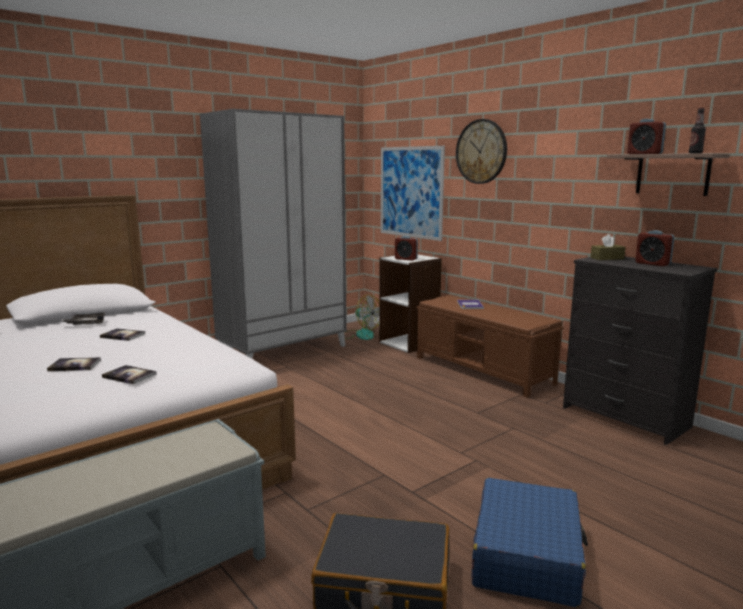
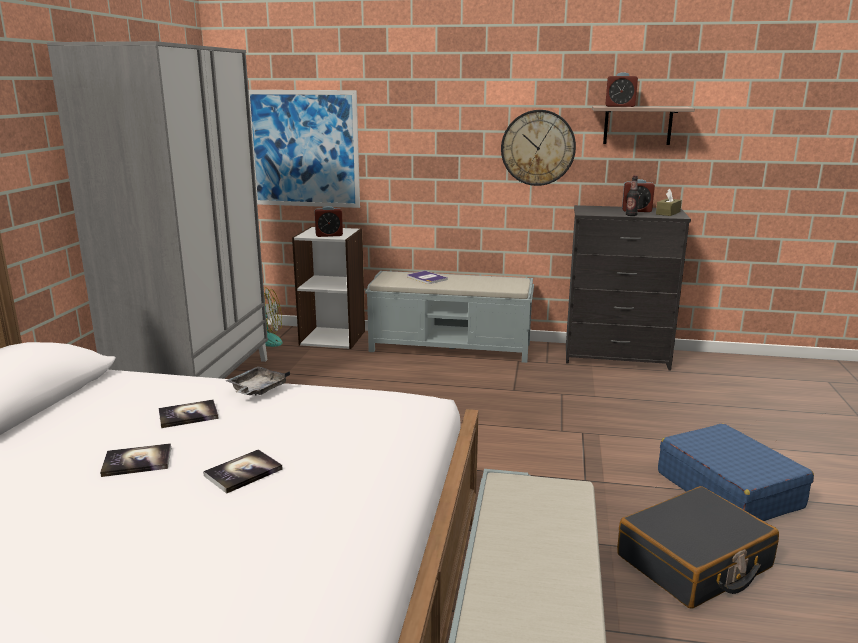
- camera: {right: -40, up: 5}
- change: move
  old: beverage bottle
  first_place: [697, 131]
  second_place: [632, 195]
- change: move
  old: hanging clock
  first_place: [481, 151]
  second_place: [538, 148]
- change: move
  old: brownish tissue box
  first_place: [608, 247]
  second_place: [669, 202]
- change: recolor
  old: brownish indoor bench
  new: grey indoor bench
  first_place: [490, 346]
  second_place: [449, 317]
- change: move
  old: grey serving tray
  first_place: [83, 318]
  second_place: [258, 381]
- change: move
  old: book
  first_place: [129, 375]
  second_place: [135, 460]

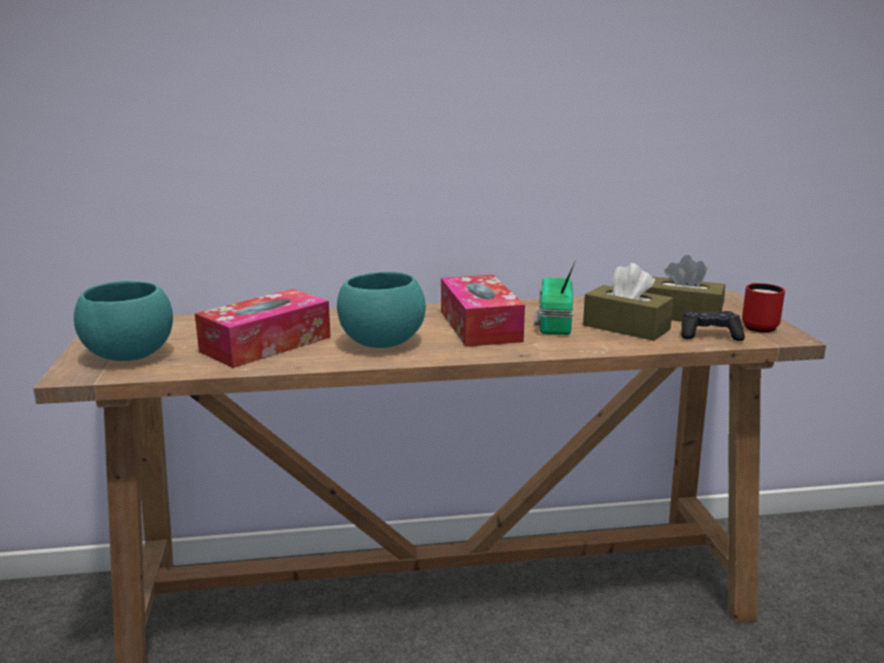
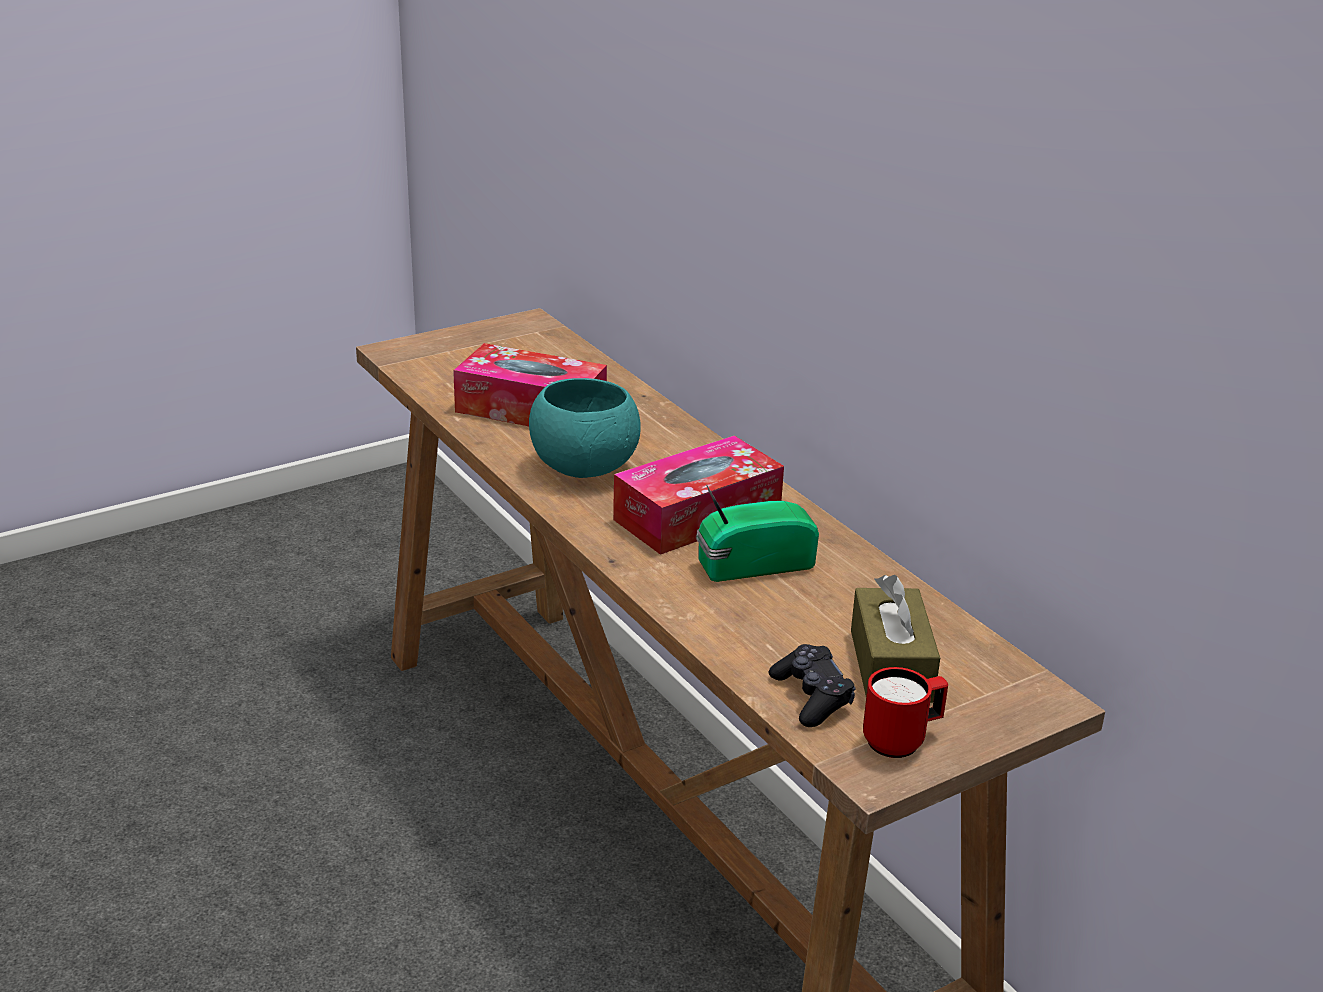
- camera: {right: 65, up: 10}
- change: delete
  old: brownish tissue box
  first_place: [628, 302]
- change: delete
  old: blue-green bowl
  first_place: [123, 321]

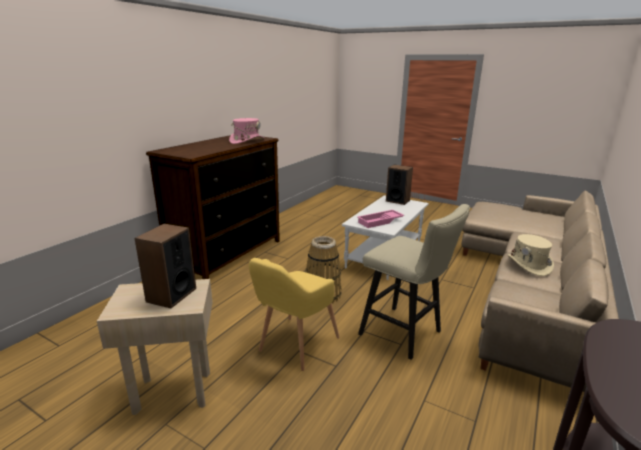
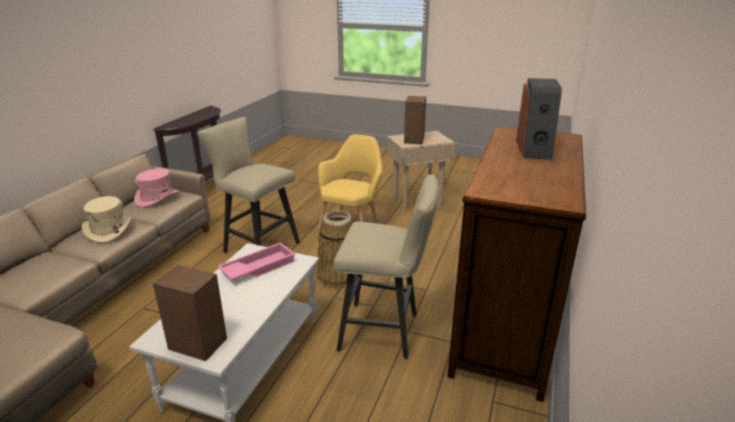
- camera: {right: 170, up: 5}
- change: move
  old: pinkish hat
  first_place: [246, 131]
  second_place: [156, 187]
- change: insert
  new: loudspeaker
  second_place: [539, 119]
- change: insert
  new: beige-coloured sitting stool
  second_place: [386, 266]

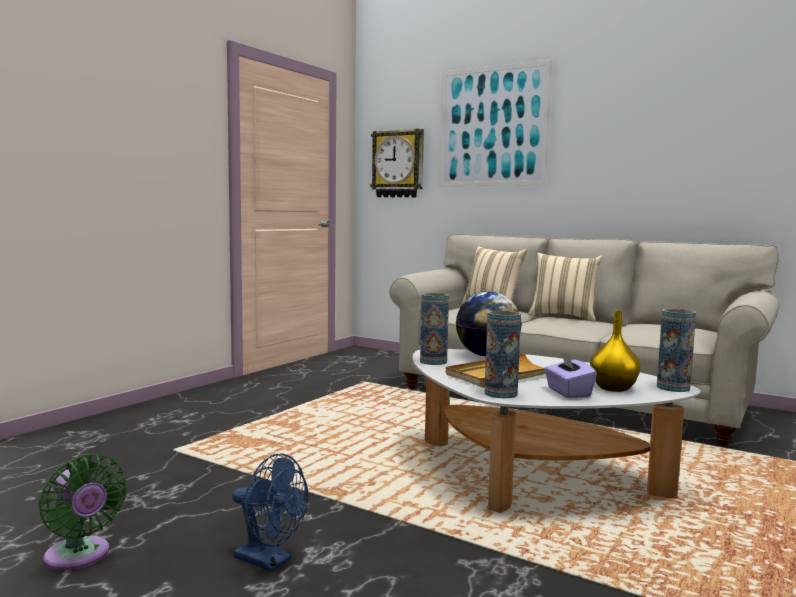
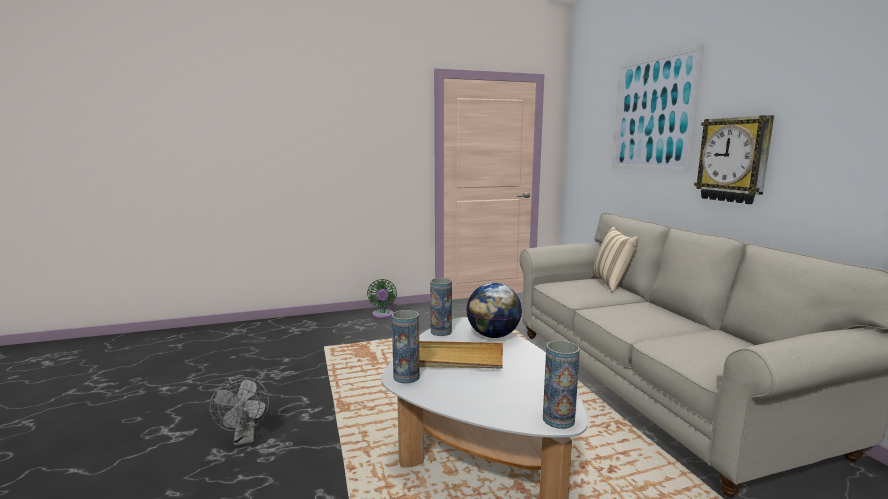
- camera: {right: 40, up: 5}
- change: move
  old: hanging clock
  first_place: [397, 163]
  second_place: [734, 159]
- change: delete
  old: beige-coloured throw pillow
  first_place: [565, 287]
- change: delete
  old: yellow-coloured vase
  first_place: [615, 351]
- change: delete
  old: purplish tissue box
  first_place: [570, 375]
- change: move
  old: green-coloured electric fan
  first_place: [82, 512]
  second_place: [382, 298]
- change: recolor
  old: blue-coloured electric fan
  new: grey electric fan
  first_place: [270, 513]
  second_place: [239, 411]

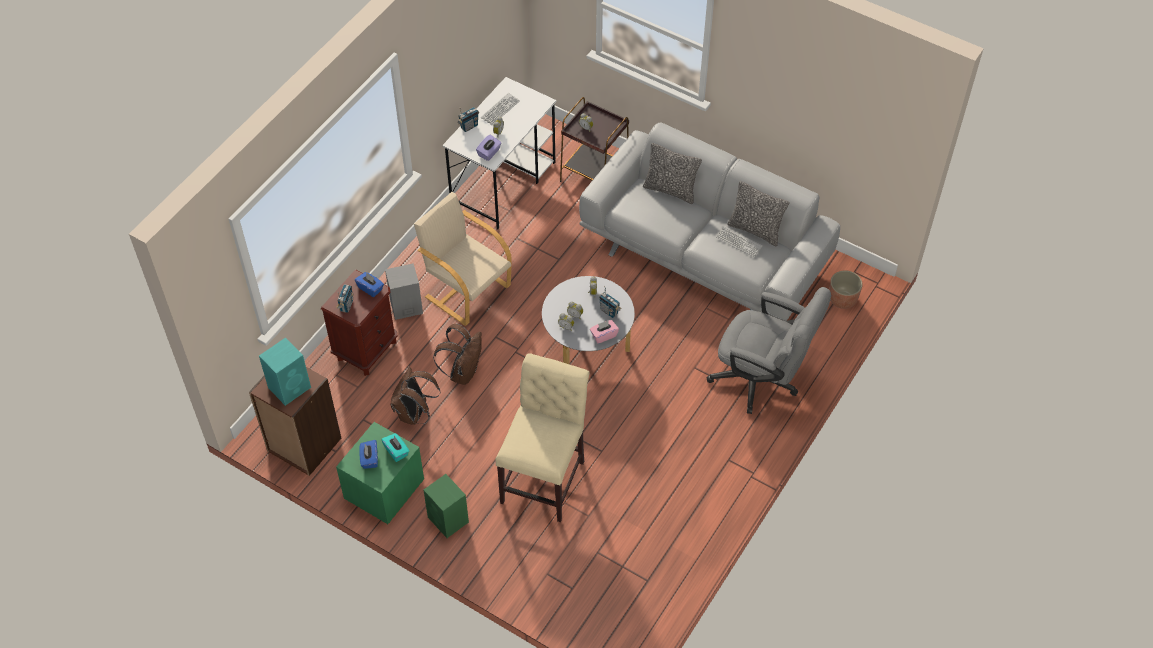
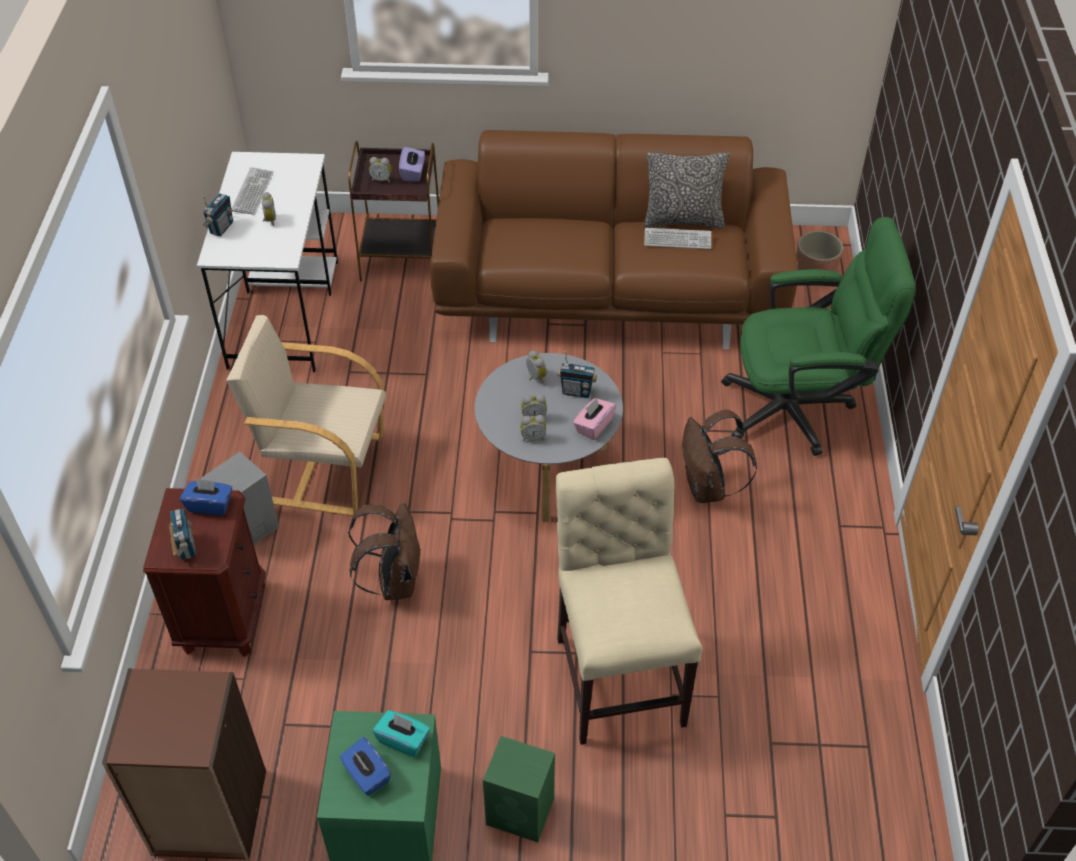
- camera: {right: -30, up: -5}
- change: recolor
  old: grey couch
  new: brownish couch
  first_place: [709, 221]
  second_place: [614, 239]
- change: move
  old: purplish tissue box
  first_place: [488, 147]
  second_place: [412, 164]
- change: delete
  old: throw pillow
  first_place: [672, 173]
- change: recolor
  old: grey computer chair
  new: green-coloured computer chair
  first_place: [769, 350]
  second_place: [818, 336]
- change: delete
  old: blue-green loudspeaker
  first_place: [285, 372]
- change: move
  old: brownish knapsack
  first_place: [416, 396]
  second_place: [719, 456]

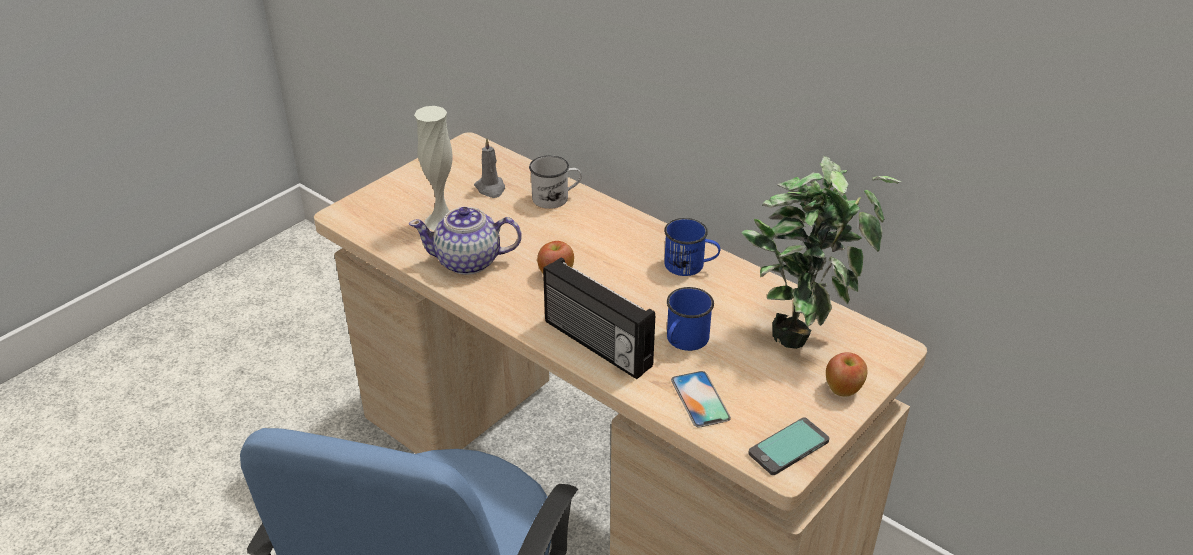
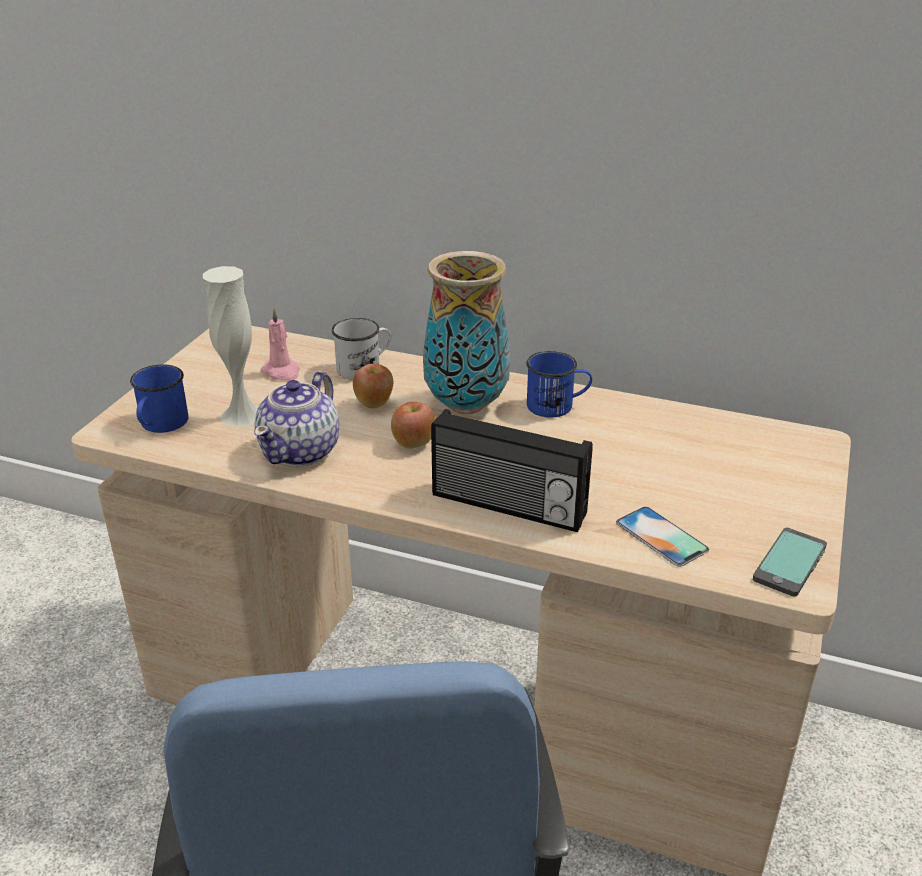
- camera: {right: -20, up: -5}
- change: recolor
  old: grey candle
  new: pinkish candle
  first_place: [489, 168]
  second_place: [280, 344]
- change: delete
  old: houseplant
  first_place: [821, 252]
- change: rotate
  old: teapot
  first_place: [465, 241]
  second_place: [296, 418]
  degrees: -45
- change: move
  old: blue-coloured coffee mug
  first_place: [690, 319]
  second_place: [159, 398]
- change: move
  old: apple
  first_place: [846, 374]
  second_place: [373, 386]
- change: insert
  new: vase
  second_place: [466, 332]

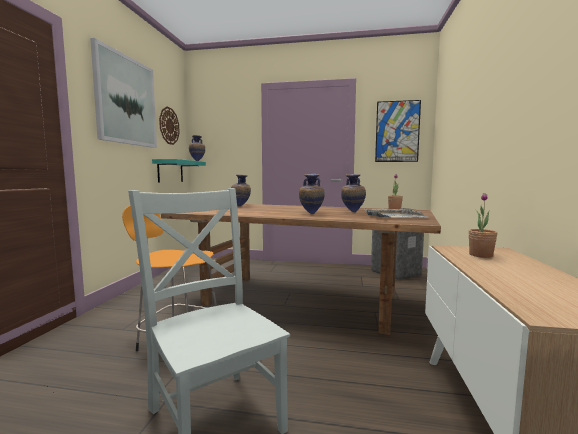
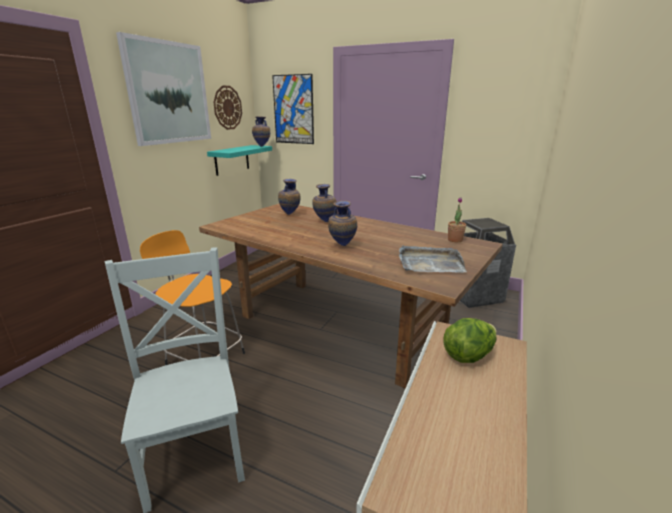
- camera: {right: 15, up: 15}
- change: move
  old: picture
  first_place: [398, 131]
  second_place: [293, 109]
- change: move
  old: vase
  first_place: [353, 193]
  second_place: [324, 203]
- change: replace
  old: houseplant
  new: head of lettuce
  first_place: [483, 225]
  second_place: [470, 340]

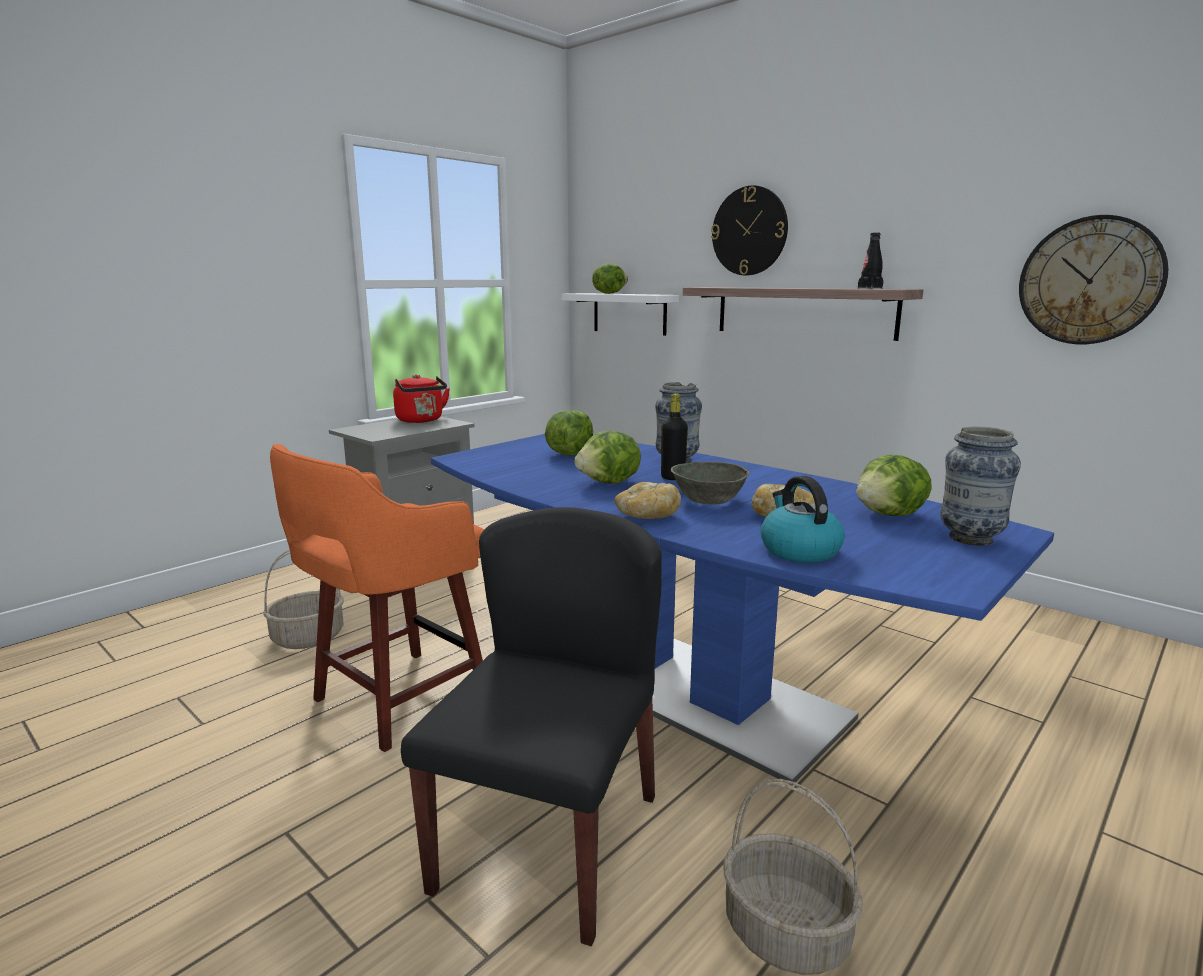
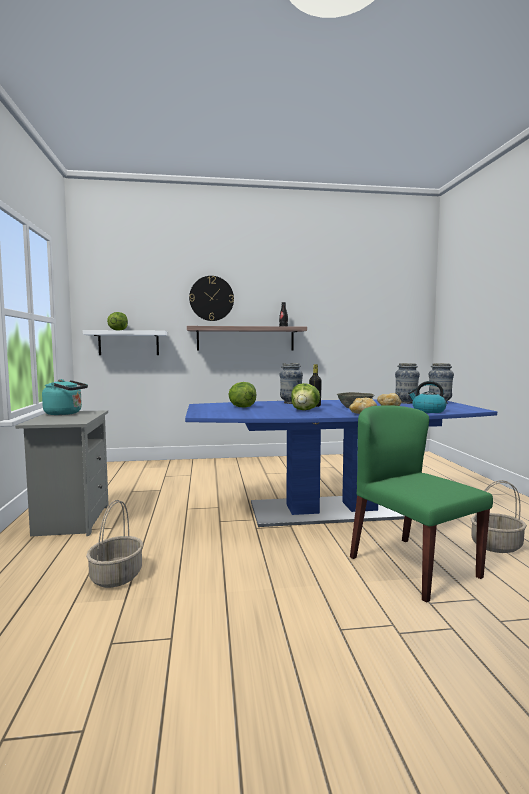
- camera: {right: -50, up: -10}
- change: delete
  old: hanging clock
  first_place: [1093, 279]
- change: recolor
  old: red water kettle
  new: blue-green water kettle
  first_place: [421, 399]
  second_place: [65, 397]
- change: delete
  old: orangey sitting stool
  first_place: [377, 598]
- change: replace
  old: head of lettuce
  new: vase
  first_place: [894, 485]
  second_place: [407, 383]
- change: recolor
  old: blackish chair
  new: green-coloured chair
  first_place: [531, 726]
  second_place: [421, 504]

